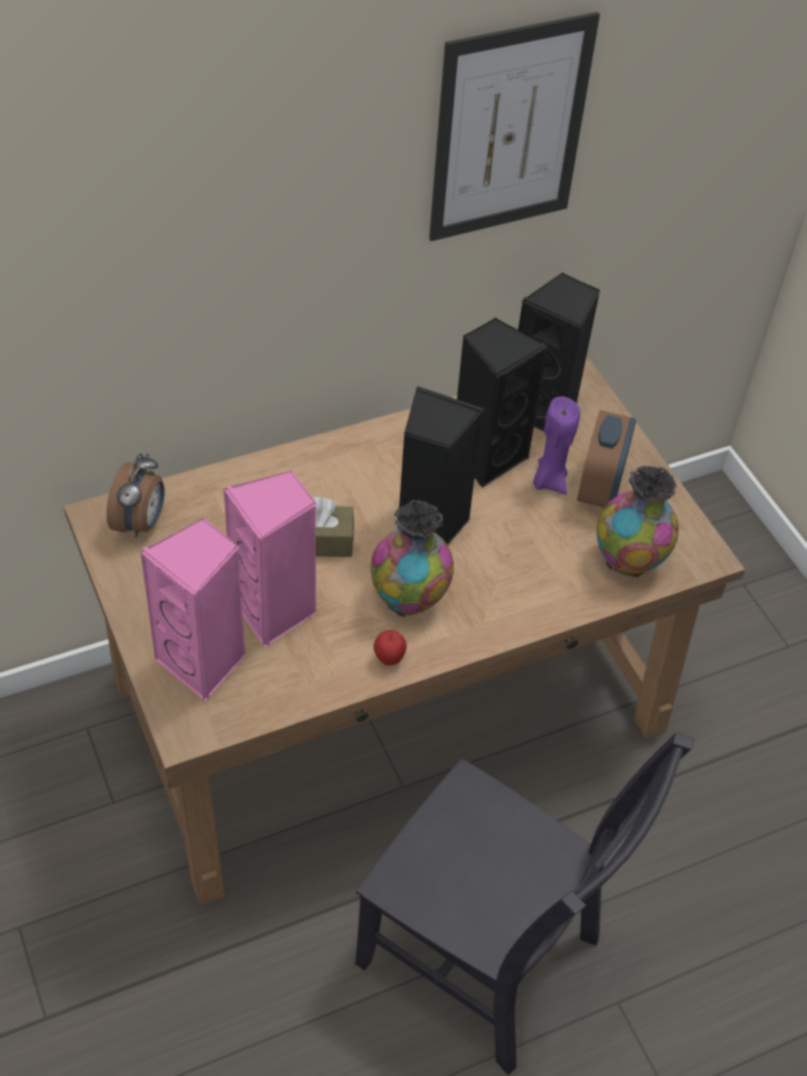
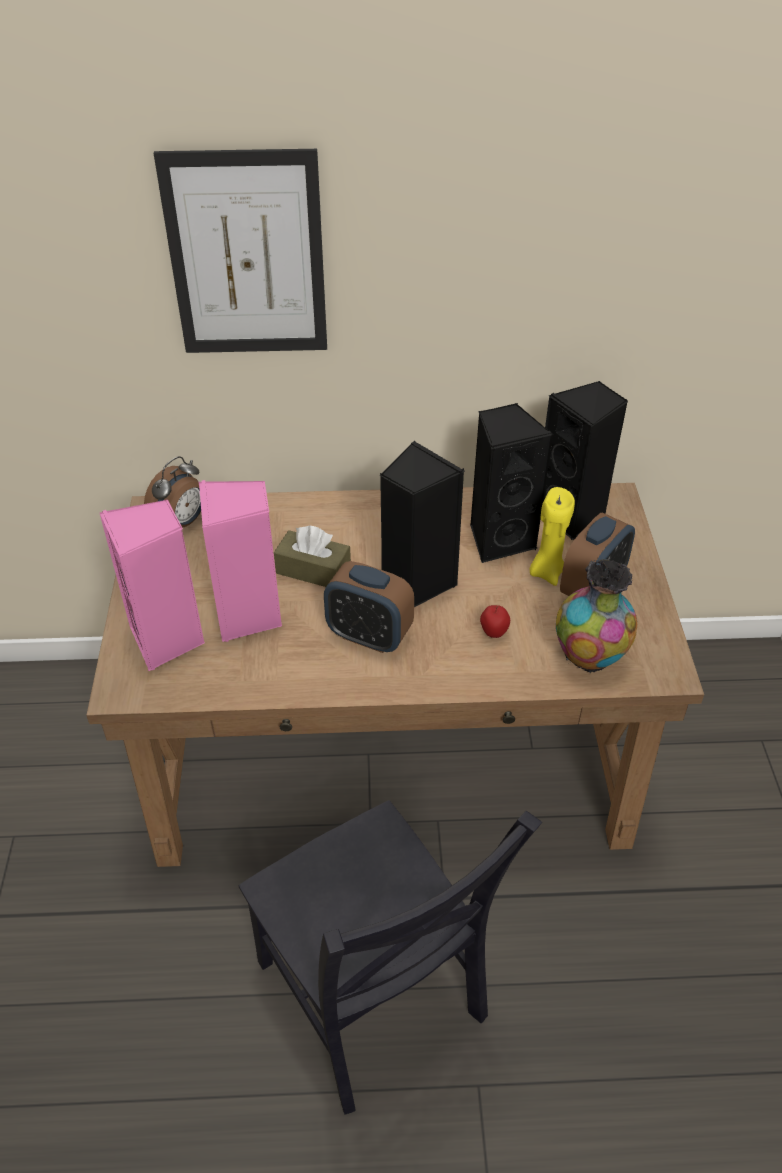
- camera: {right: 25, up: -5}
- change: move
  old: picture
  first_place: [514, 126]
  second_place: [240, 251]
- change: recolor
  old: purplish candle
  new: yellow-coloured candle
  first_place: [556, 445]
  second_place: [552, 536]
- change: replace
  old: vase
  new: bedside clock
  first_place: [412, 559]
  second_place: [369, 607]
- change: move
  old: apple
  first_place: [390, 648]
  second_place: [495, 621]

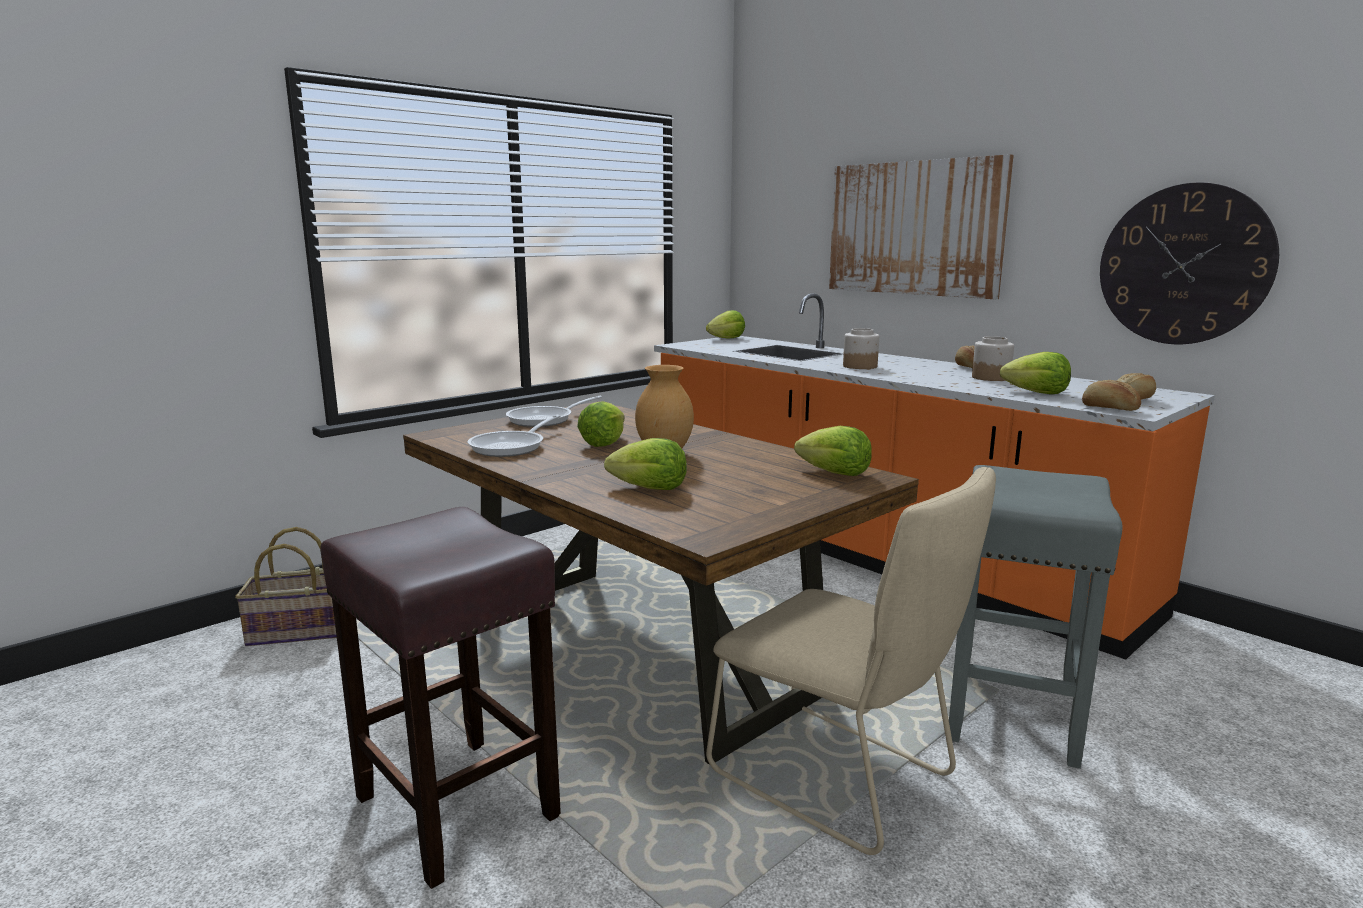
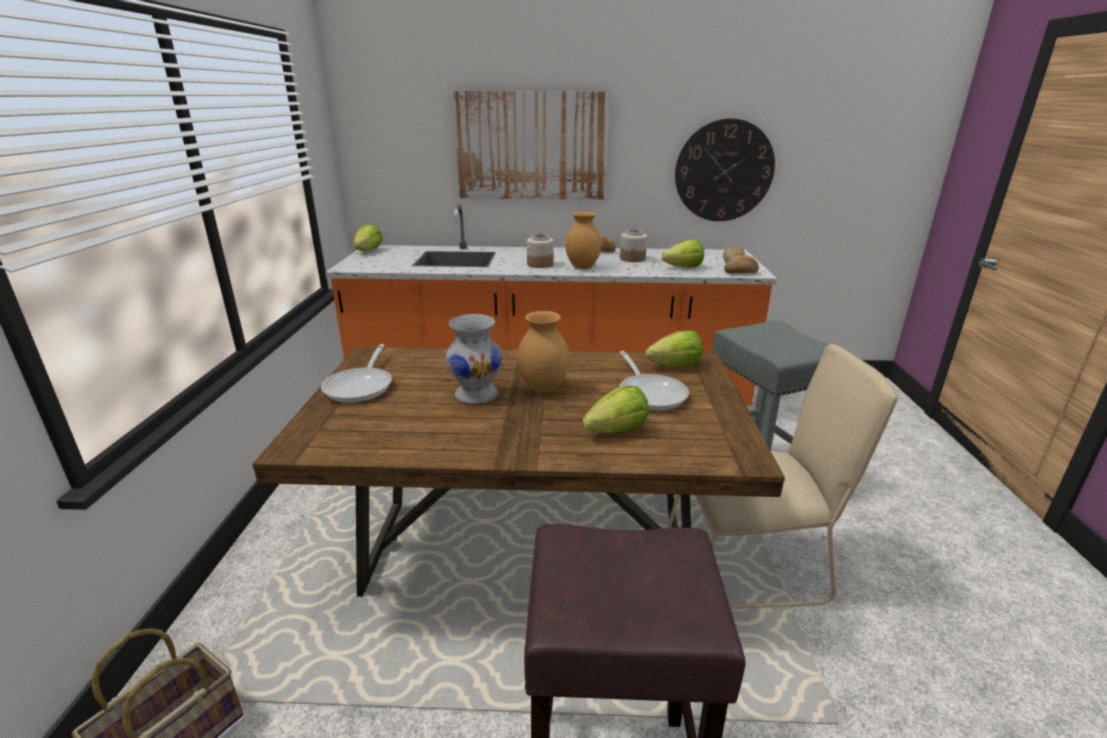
- camera: {right: -45, up: 10}
- change: replace
  old: head of lettuce
  new: white vase
  first_place: [601, 424]
  second_place: [474, 359]
- change: move
  old: skillet
  first_place: [514, 436]
  second_place: [654, 381]
- change: insert
  new: brownish vase
  second_place: [583, 240]

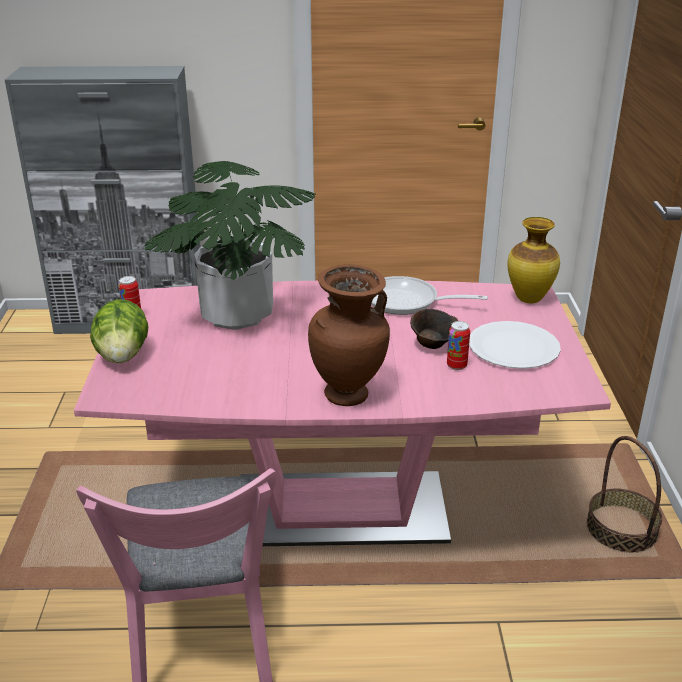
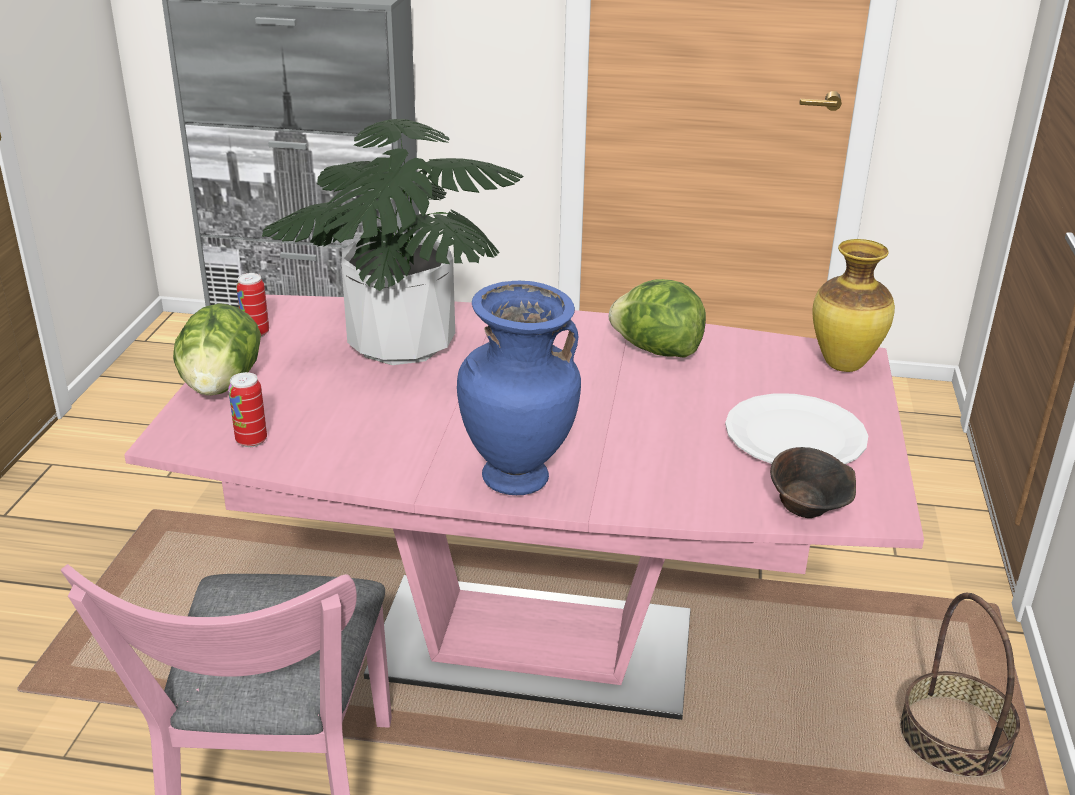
- camera: {right: 10, up: 0}
- change: recolor
  old: brownish vase
  new: blue-coloured vase
  first_place: [349, 335]
  second_place: [519, 388]
- change: replace
  old: skillet
  new: head of lettuce
  first_place: [429, 295]
  second_place: [657, 318]
- change: move
  old: brownish bowl
  first_place: [434, 329]
  second_place: [813, 482]
- change: move
  old: metal can
  first_place: [458, 345]
  second_place: [247, 409]

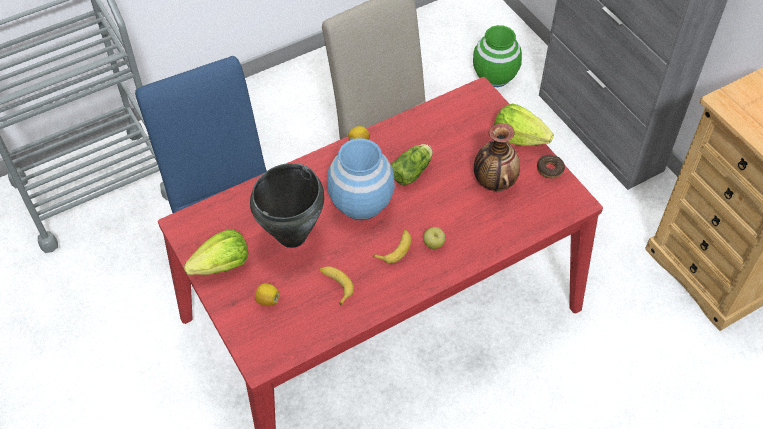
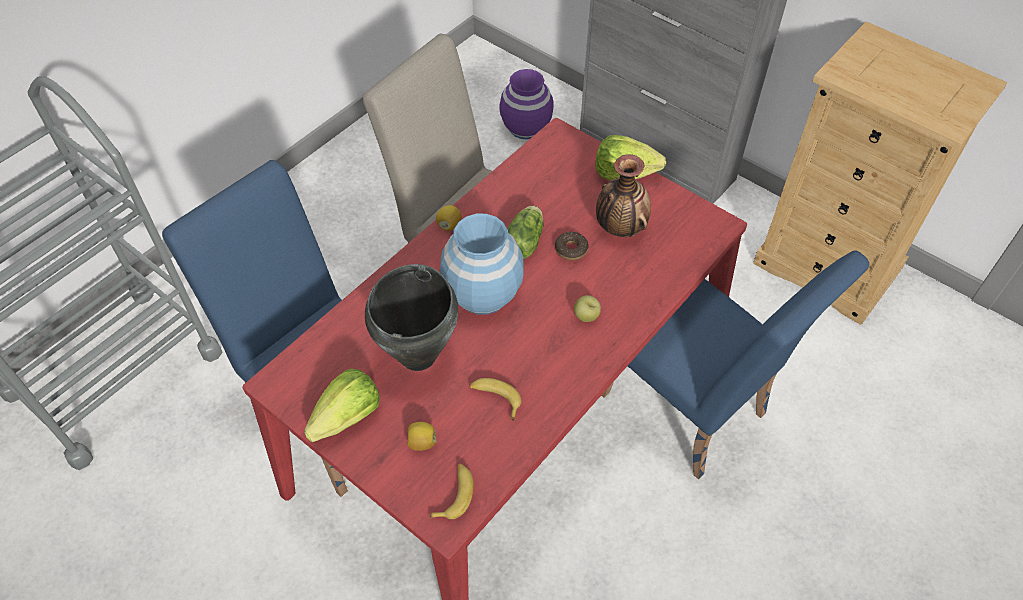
- camera: {right: -20, up: 0}
- change: recolor
  old: green-coloured vase
  new: purplish vase
  first_place: [497, 56]
  second_place: [526, 104]
- change: move
  old: ring doughnut
  first_place: [551, 166]
  second_place: [572, 246]
- change: move
  old: whole banana
  first_place: [391, 246]
  second_place: [451, 491]
- change: insert
  new: blue-coloured chair
  second_place: [735, 365]

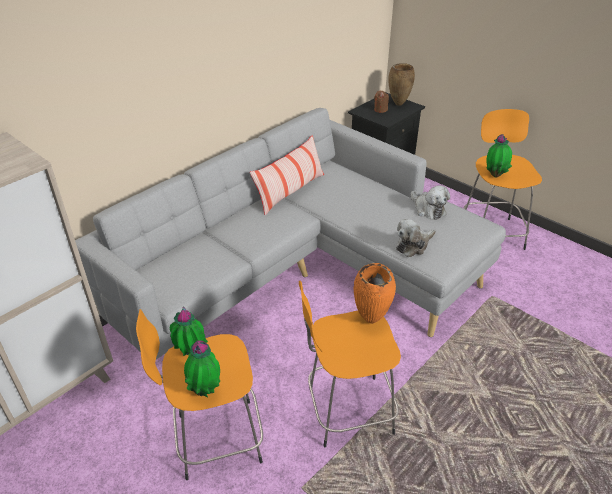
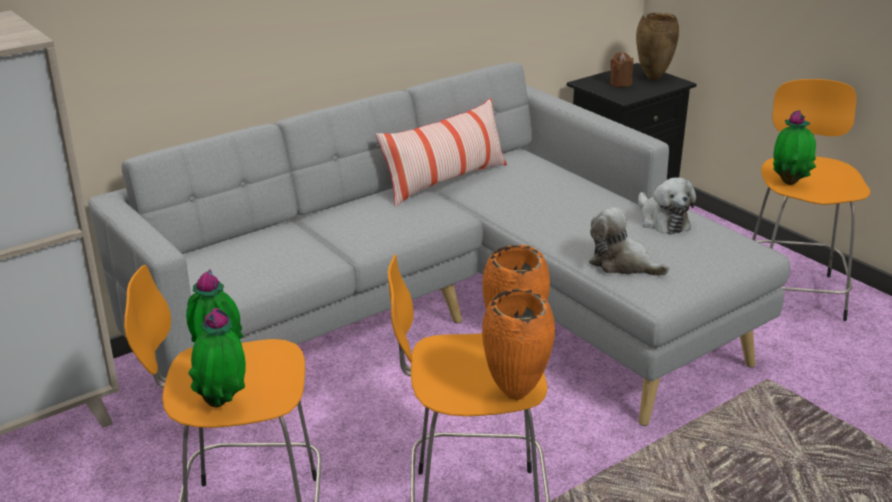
- camera: {right: 10, up: -10}
- change: rotate
  old: cuddly toy
  first_place: [416, 238]
  second_place: [629, 241]
  degrees: 60
- change: insert
  new: orangey vase
  second_place: [518, 345]

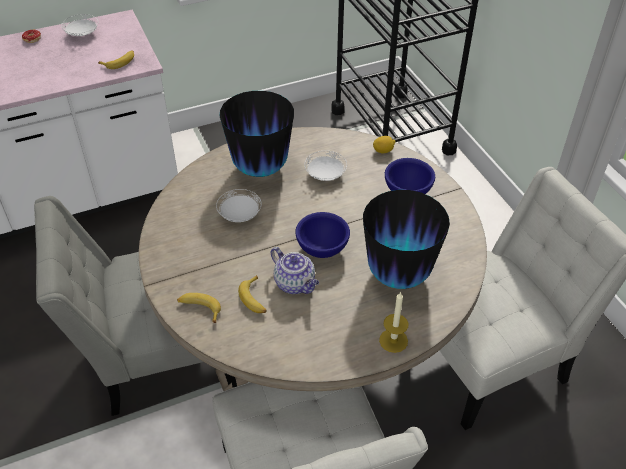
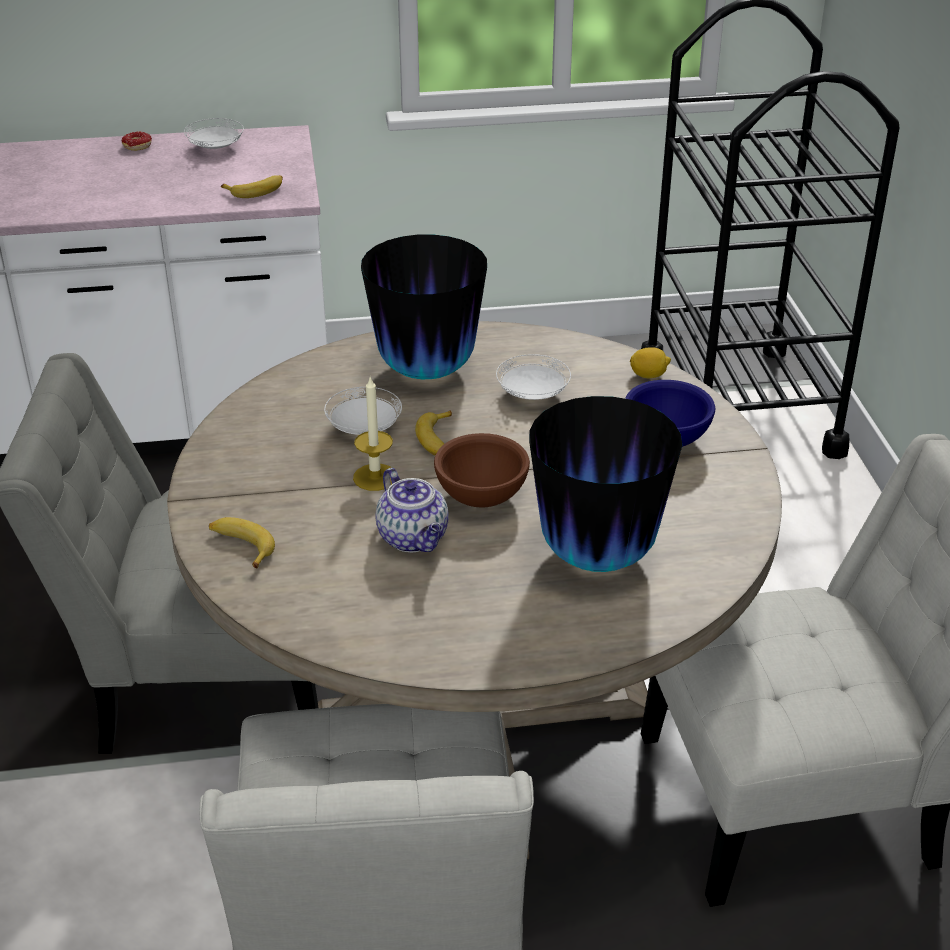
- camera: {right: 15, up: -10}
- change: recolor
  old: blue-coloured bowl
  new: brownish bowl
  first_place: [322, 235]
  second_place: [482, 470]
- change: move
  old: whole banana
  first_place: [252, 294]
  second_place: [433, 433]
- change: move
  old: candle
  first_place: [394, 322]
  second_place: [373, 434]

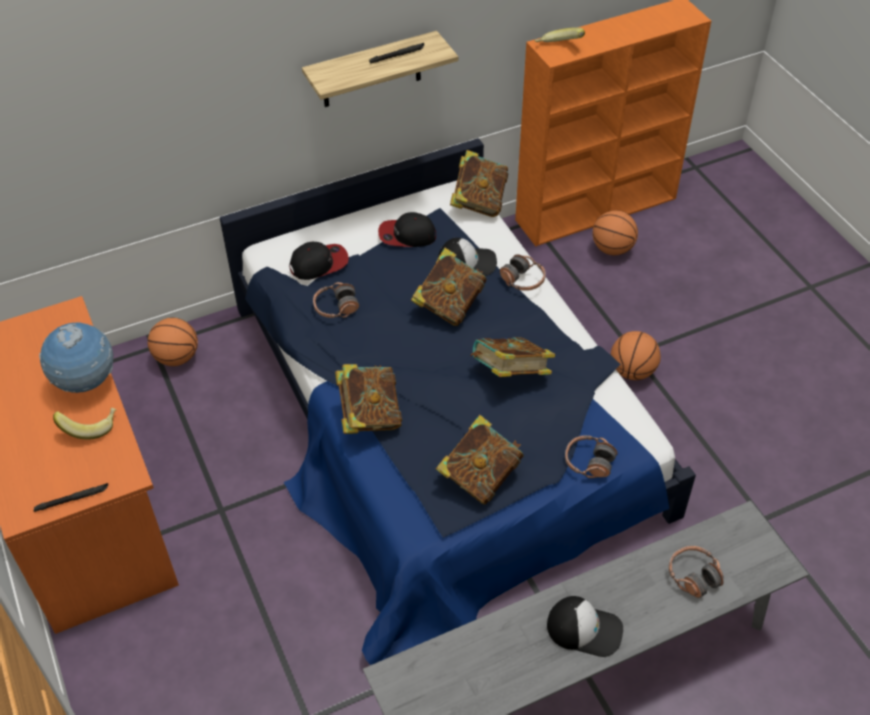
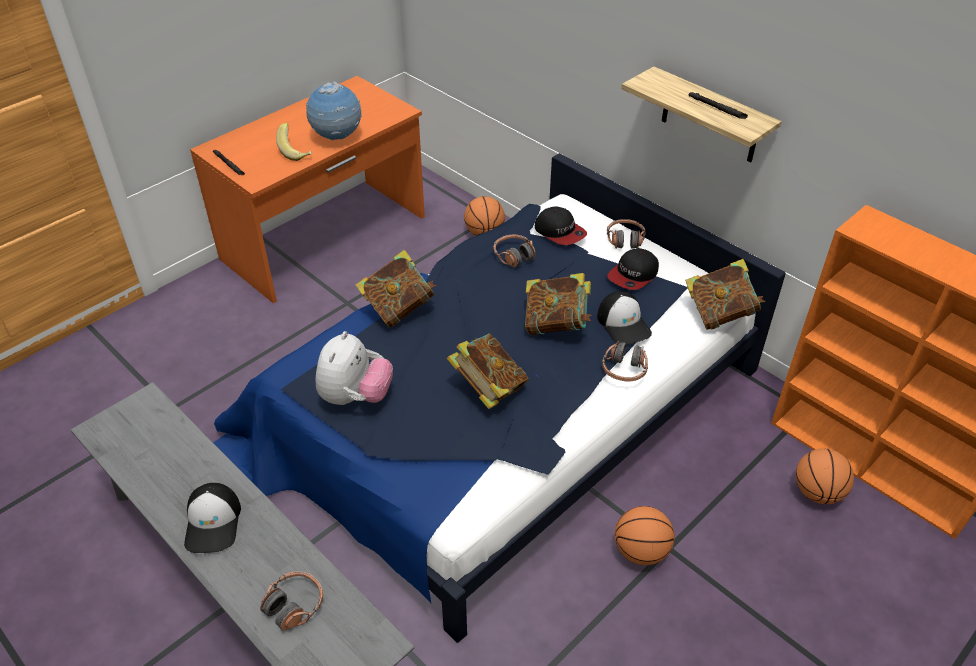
- camera: {right: 70, up: -5}
- change: delete
  old: whole banana
  first_place: [560, 34]
- change: rotate
  old: baseball cap
  first_place: [407, 229]
  second_place: [633, 269]
  degrees: -120
- change: replace
  old: book
  new: cuddly toy
  first_place: [480, 460]
  second_place: [354, 368]
- change: move
  old: headphones
  first_place: [591, 456]
  second_place: [626, 234]

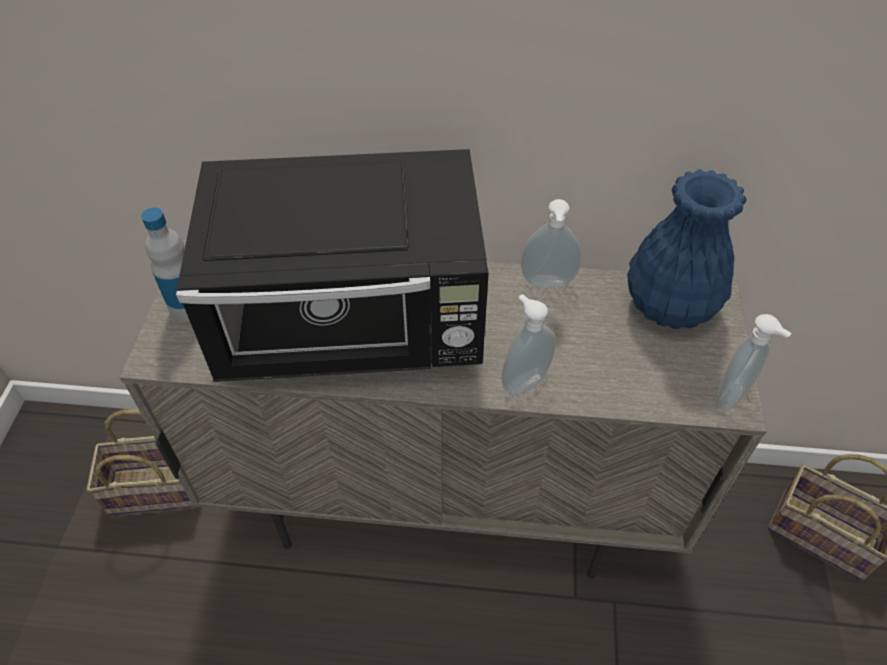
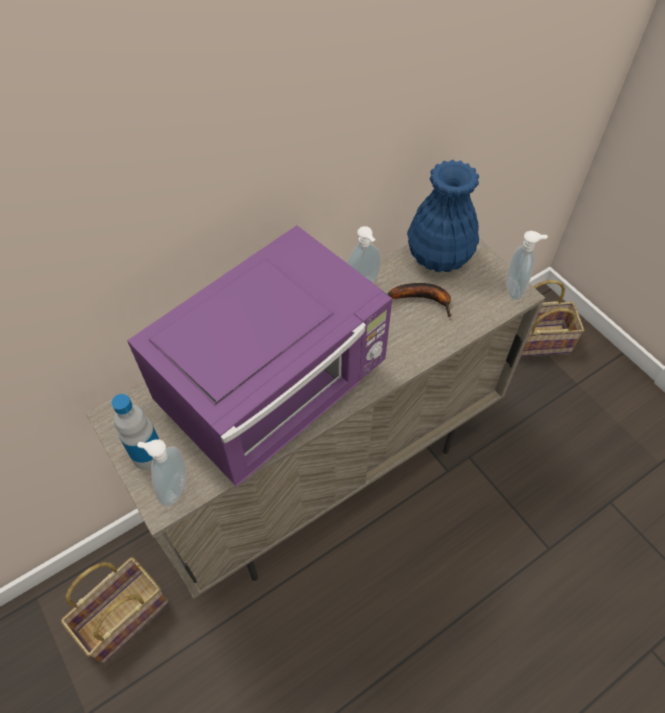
- camera: {right: -40, up: 5}
- change: recolor
  old: blackish microwave oven
  new: purplish microwave oven
  first_place: [332, 265]
  second_place: [259, 356]
- change: move
  old: soap dispenser
  first_place: [529, 344]
  second_place: [162, 472]
- change: insert
  new: whole banana
  second_place: [419, 300]

